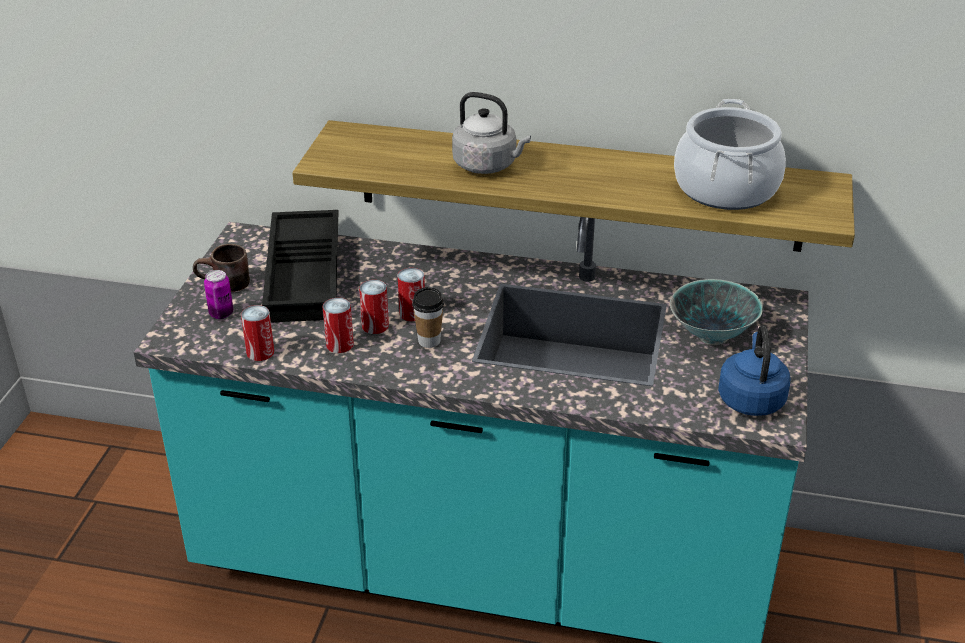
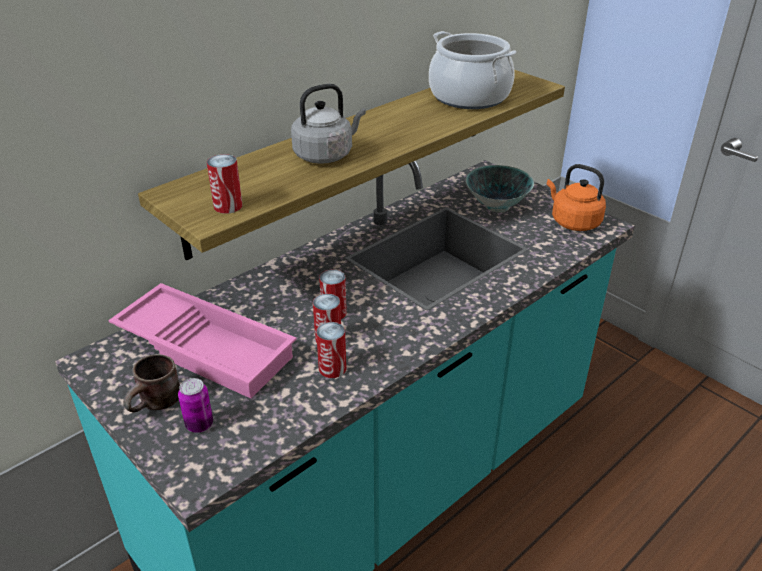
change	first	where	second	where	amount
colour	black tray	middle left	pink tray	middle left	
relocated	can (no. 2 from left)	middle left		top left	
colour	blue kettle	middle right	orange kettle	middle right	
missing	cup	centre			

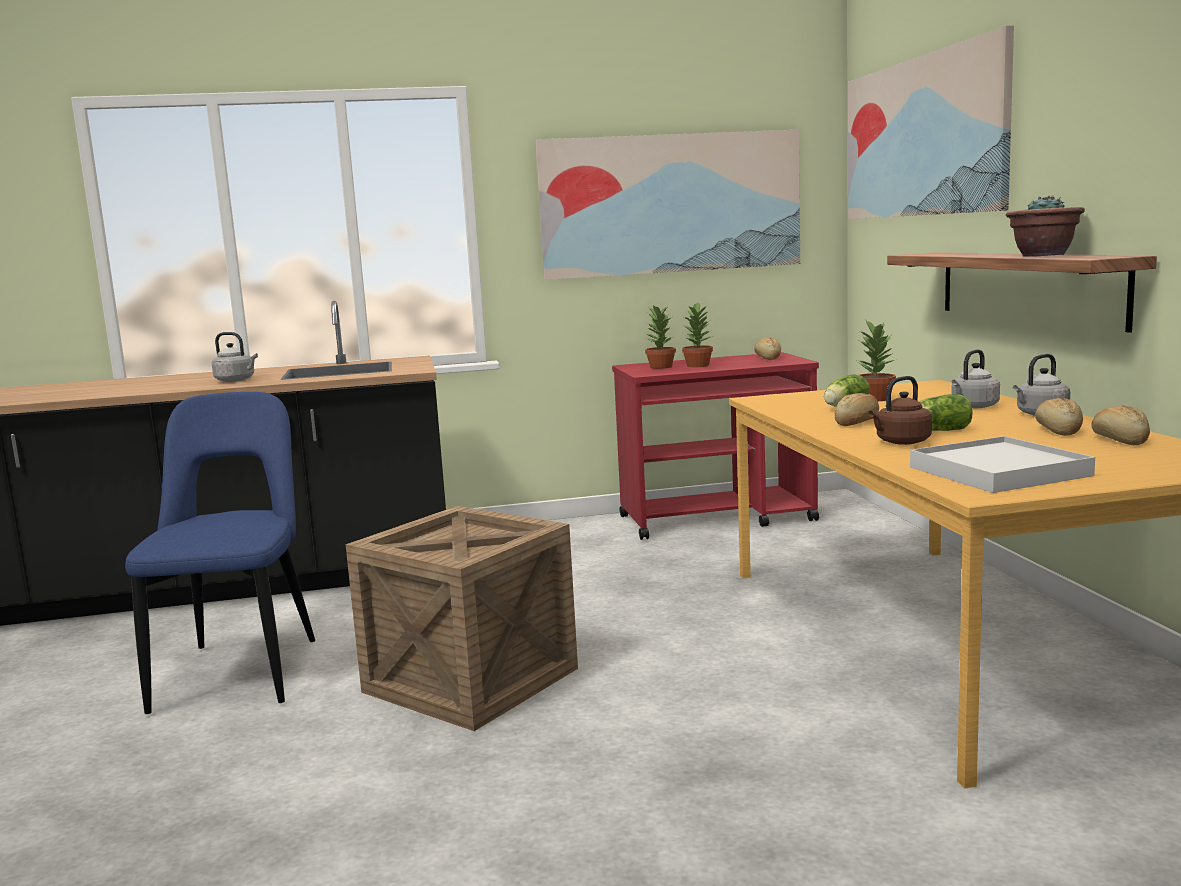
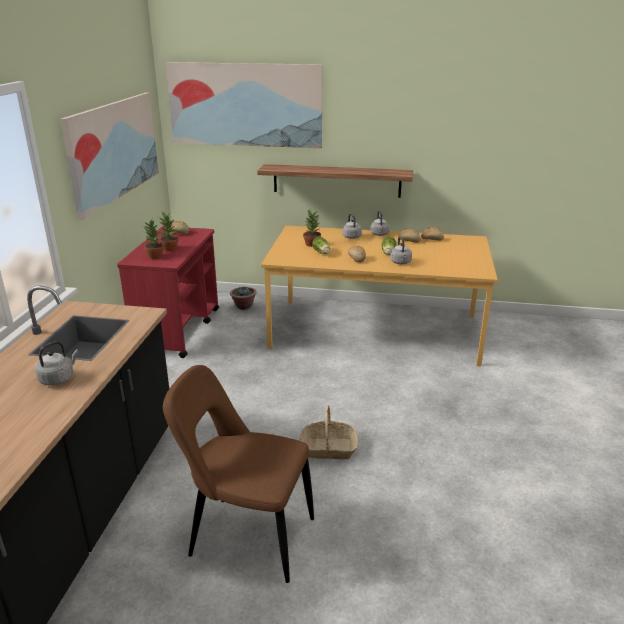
change	first	where	second	where	amount
colour	blue chair	middle left	brown chair	bottom centre	
relocated	potted plant (no. 4 from left in the first image)	top right	potted plant (no. 3 from left)	centre	
exchanged	crate	bottom centre	basket	bottom centre	
colour	brown kettle	middle right	grey kettle (no. 4 from left)	centre	
missing	white tray	middle right			

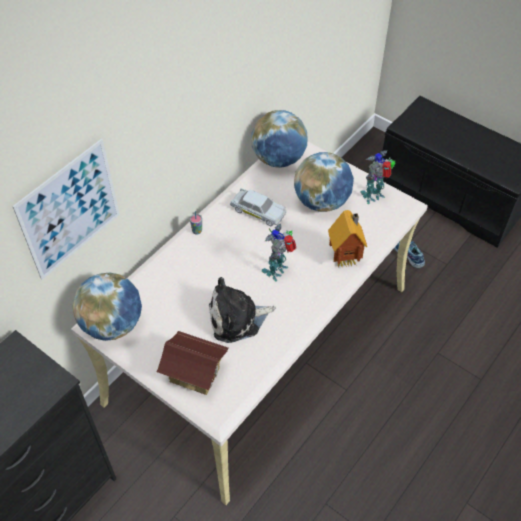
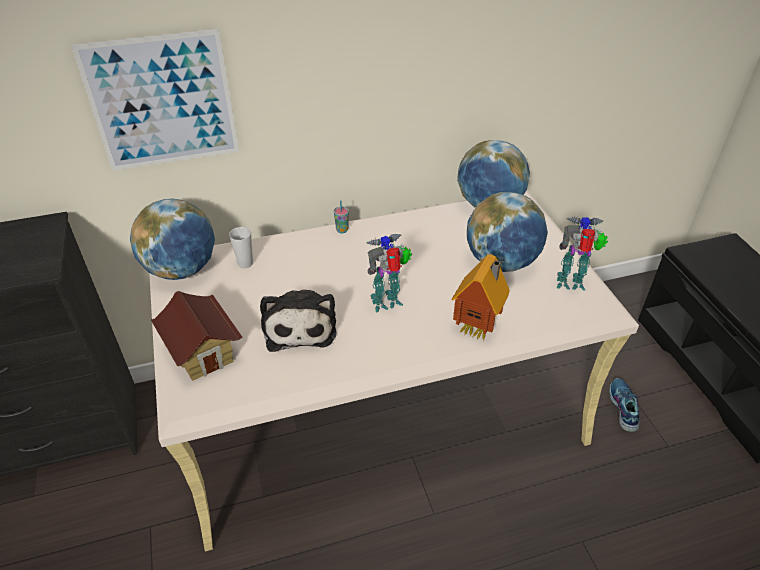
change	first	where	second	where	amount
appeared			cup (no. 1 from left)	middle left	
spun	plush toy	centre		centre	120 degrees counterclockwise
missing	white toy car	centre			

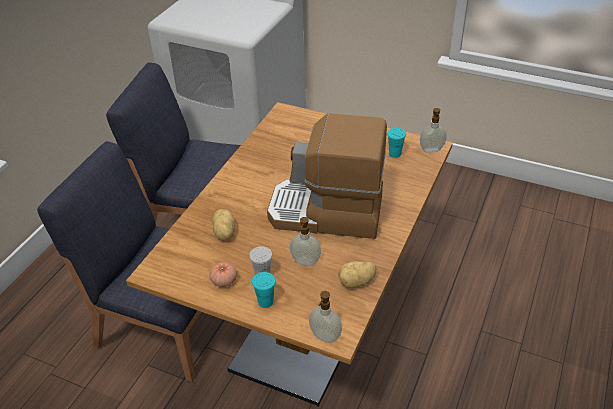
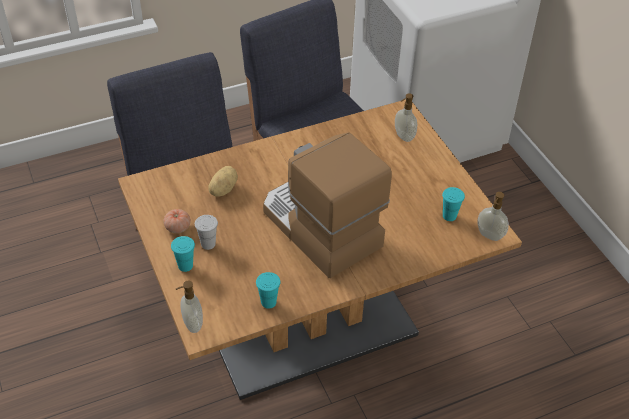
change	first	where	second	where	amount
exchanged	potato (no. 2 from left)	bottom centre	turquoise cup (no. 2 from left)	bottom centre	
relocated	soap dispenser (no. 1 from left in the first image)	centre	soap dispenser (no. 2 from left)	top centre	

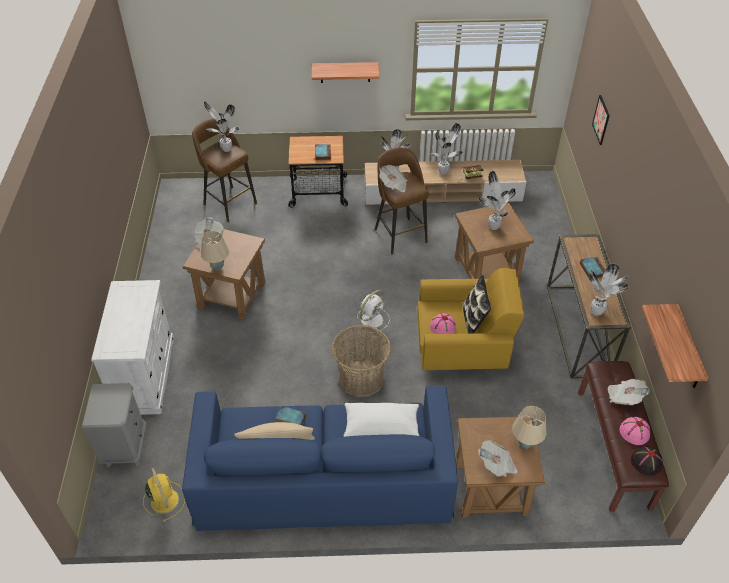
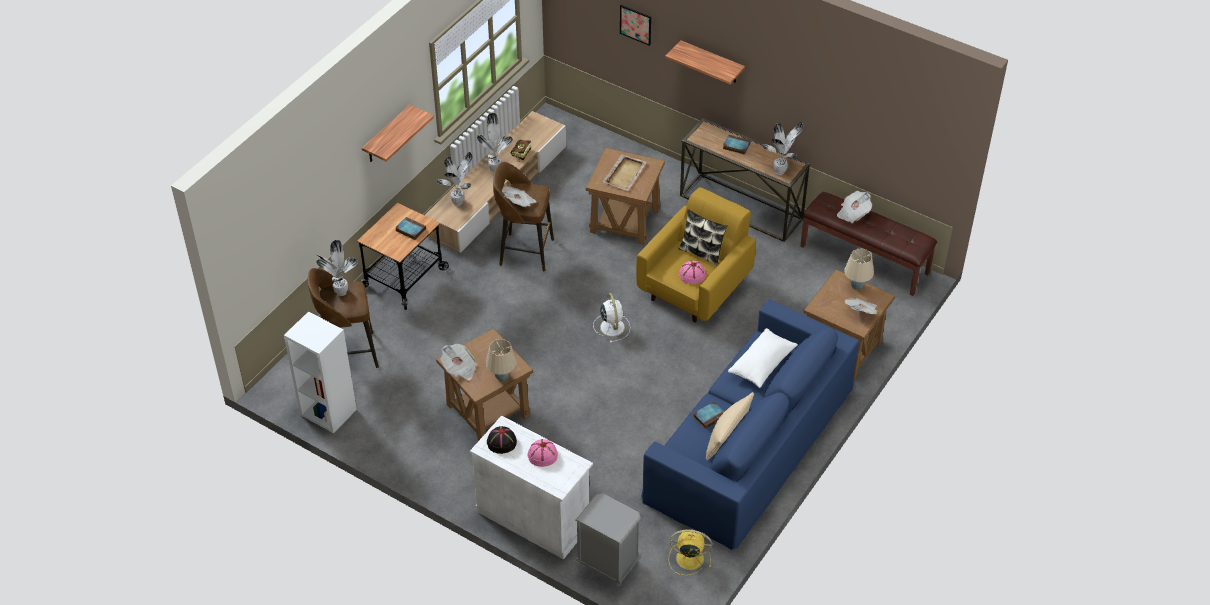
change	first	where	second	where	amount
appeared			white bookcase	middle left	
relocated	black hat	bottom right		bottom centre	
relocated	pink hat (no. 2 from left in the first image)	bottom right	pink hat (no. 1 from left)	bottom centre	
exchanged	potted plant (no. 4 from left)	middle right	beige tray	top centre	
relocated	shelf (no. 2 from left)	middle right		top centre	
missing	basket	centre			

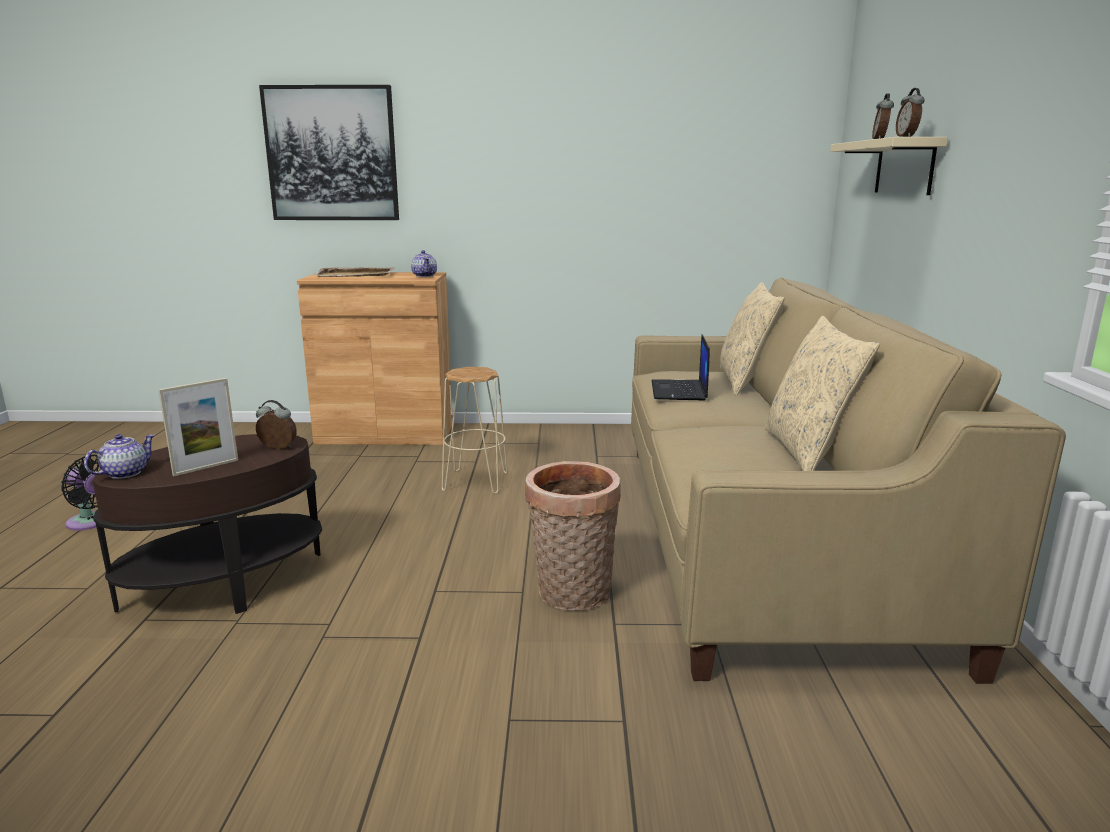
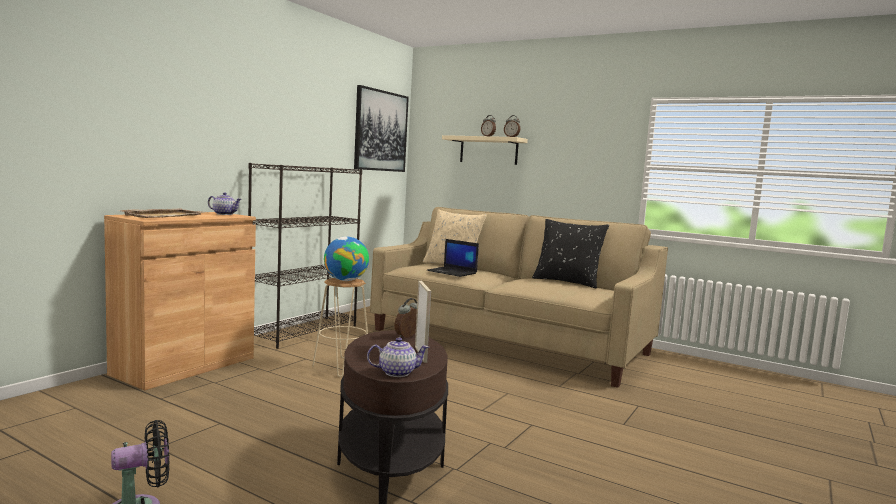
change	first	where	second	where	amount
appeared			black bookcase	centre	
appeared			globe	centre	
relocated	picture	top left		top centre	
spun	teapot (no. 1 from left in the first image)	middle left	teapot (no. 2 from left)	bottom centre	105 degrees clockwise
colour	beige pillow (no. 2 from left)	middle right	black pillow	centre	
missing	basket	centre			

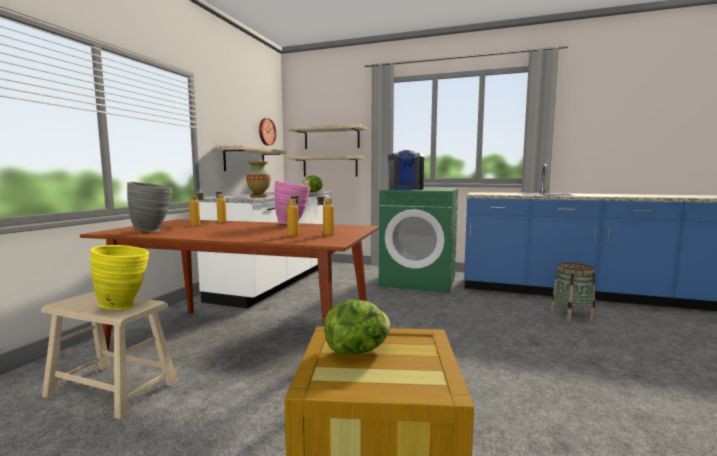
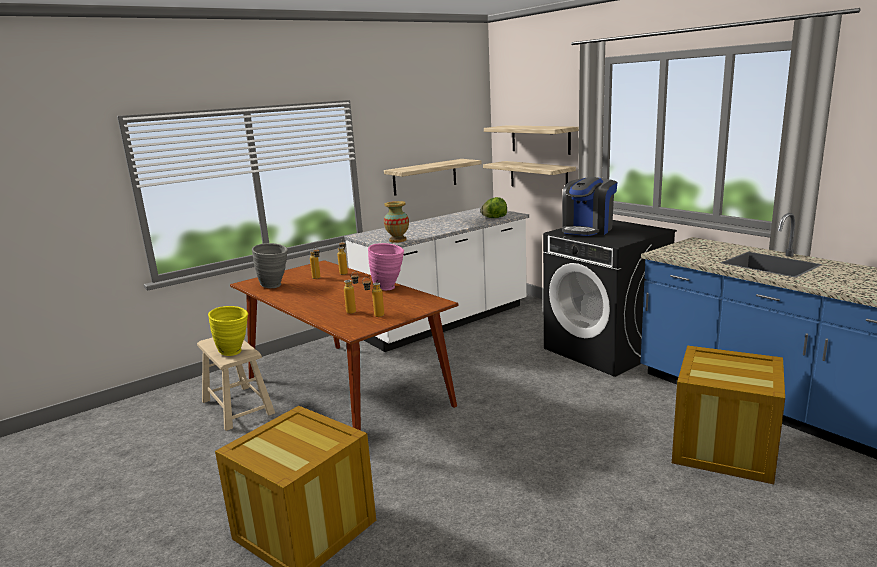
change	first	where	second	where	amount
colour	green washing machine	centre	black washing machine	middle right	
exchanged	basket	middle right	crate (no. 2 from left)	bottom right	
missing	wall clock	top centre			
missing	lettuce (no. 2 from left)	bottom centre			

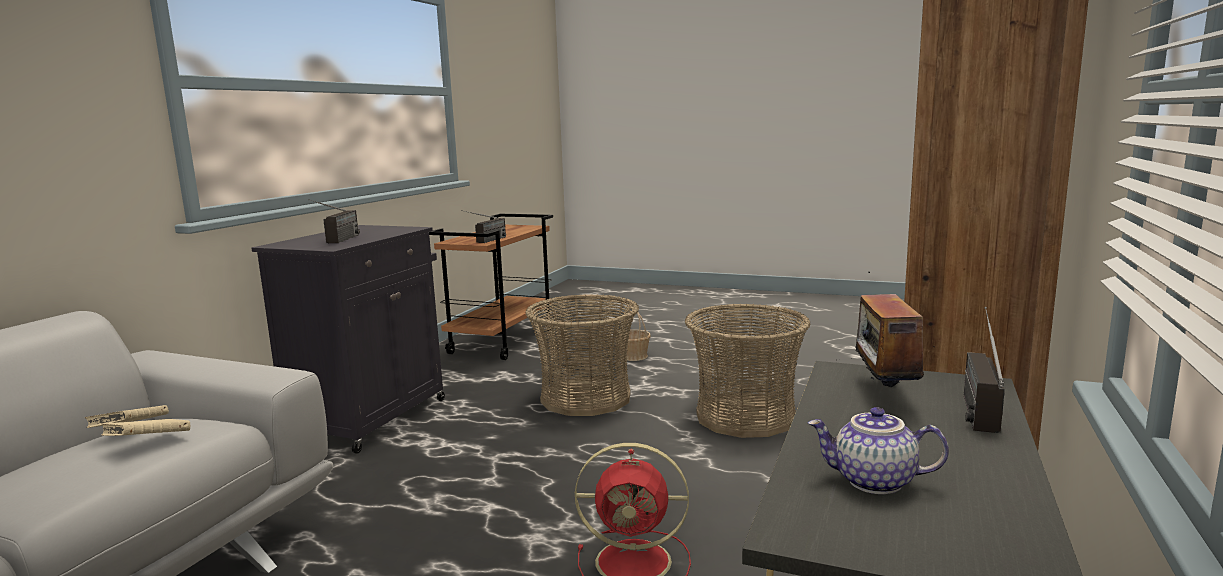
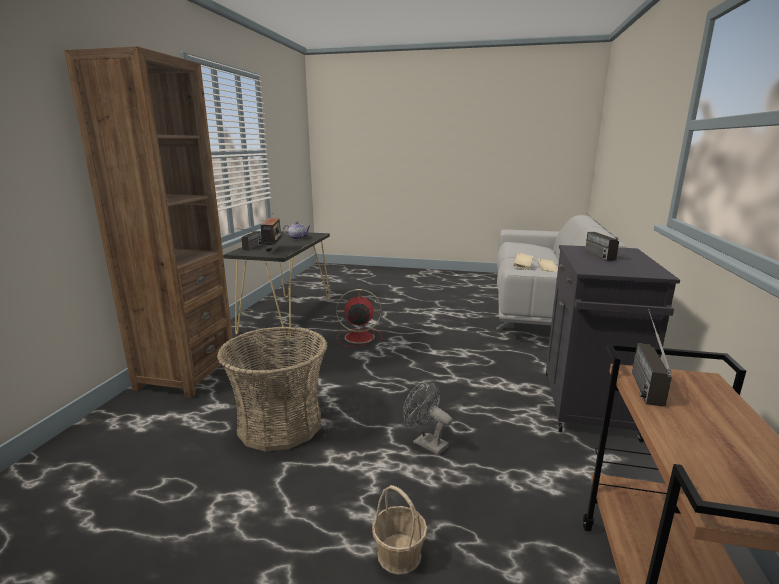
change	first	where	second	where	amount
exchanged	basket (no. 1 from left)	centre	grey fan	bottom centre	

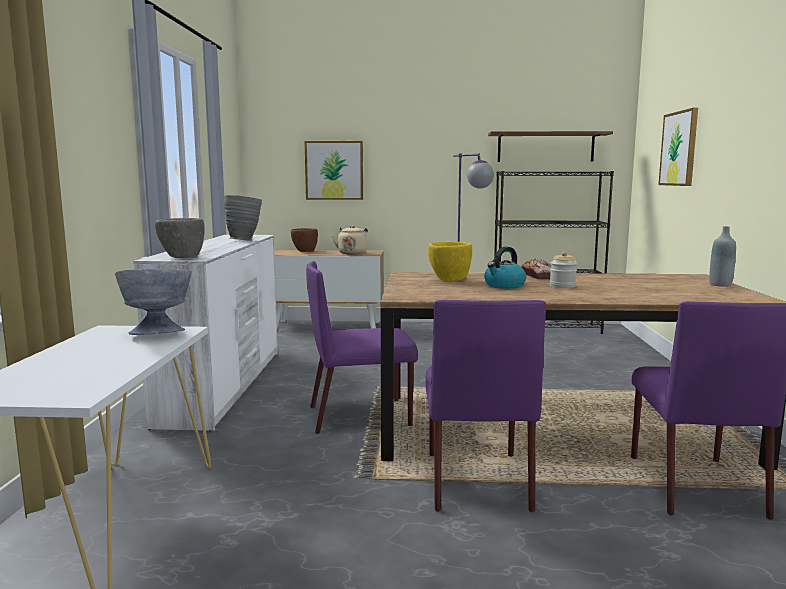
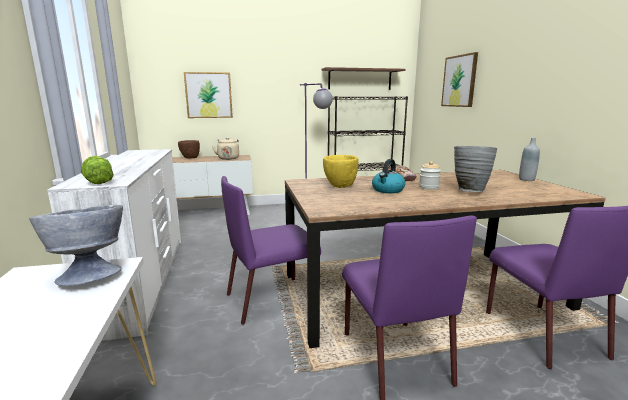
change	first	where	second	where	amount
exchanged	grey bowl (no. 2 from left)	middle left	lettuce	middle left	
relocated	grey vase	middle left		middle right	

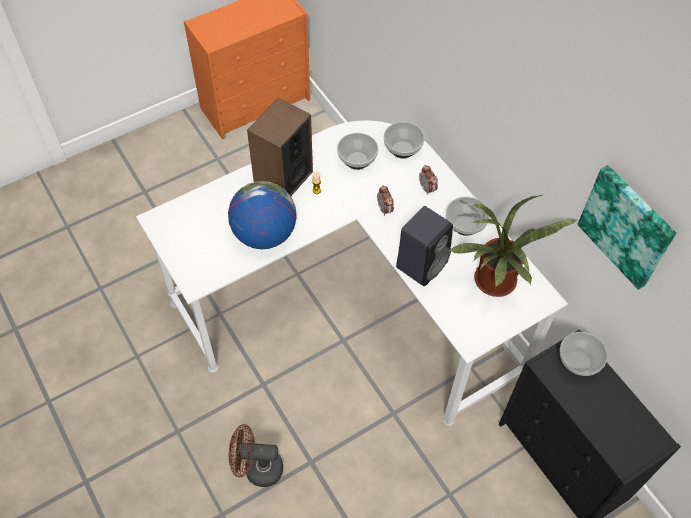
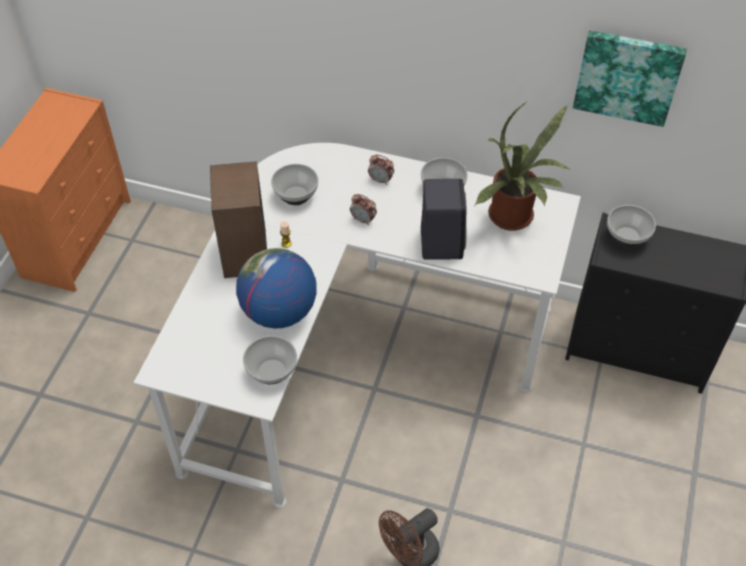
change	first	where	second	where	amount
relocated	bowl (no. 2 from left in the first image)	top centre	bowl (no. 1 from left)	centre	

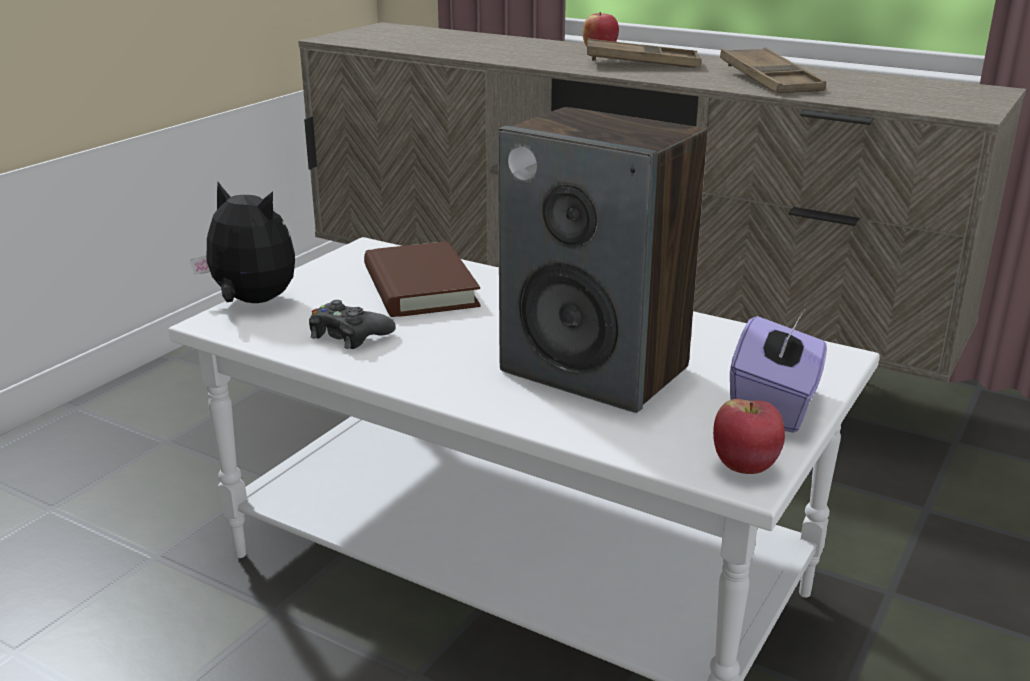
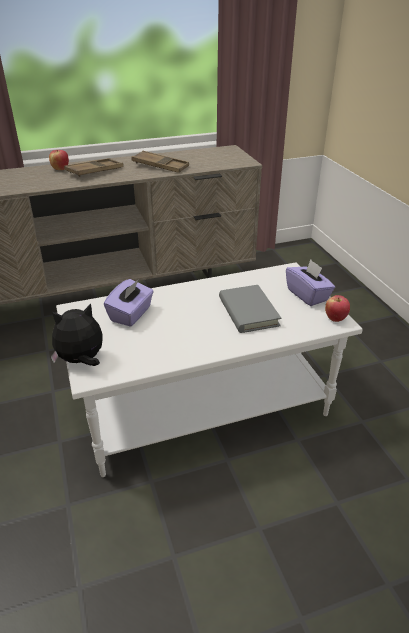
change	first	where	second	where	amount
exchanged	brown book	centre	purple tissue box (no. 1 from left)	middle left	
exchanged	speaker	centre	grey book	centre	
missing	black game controller	centre			

